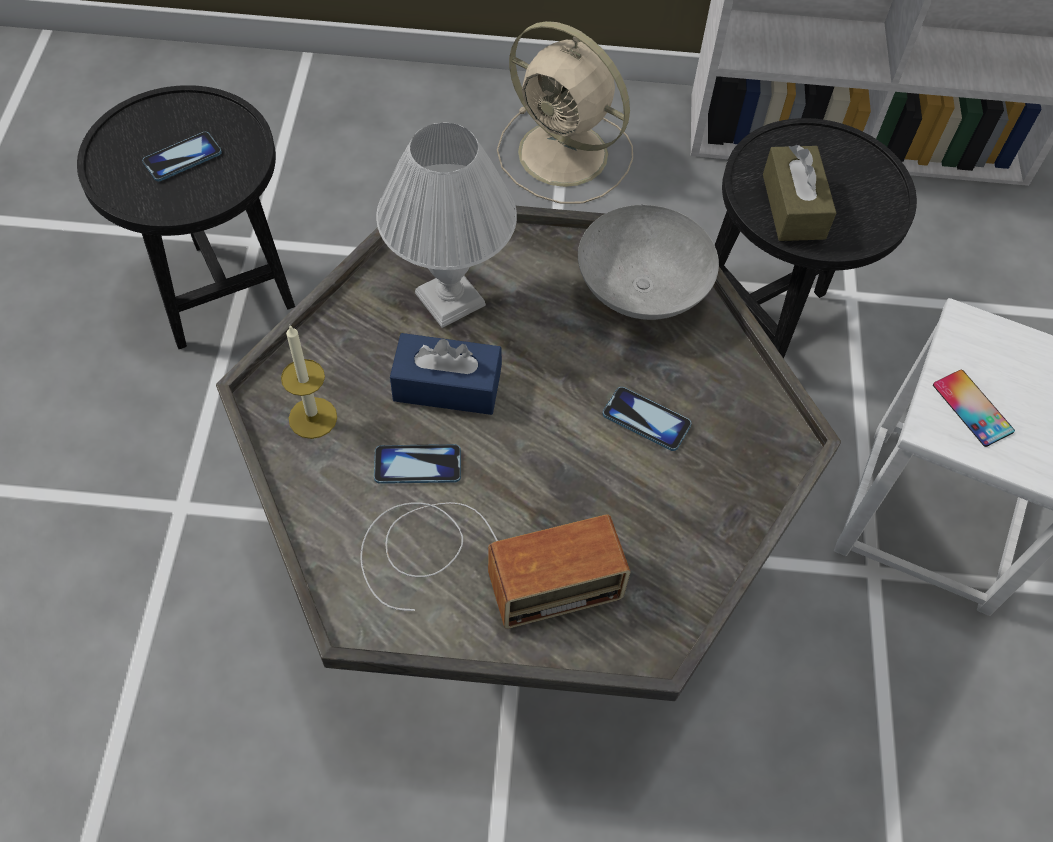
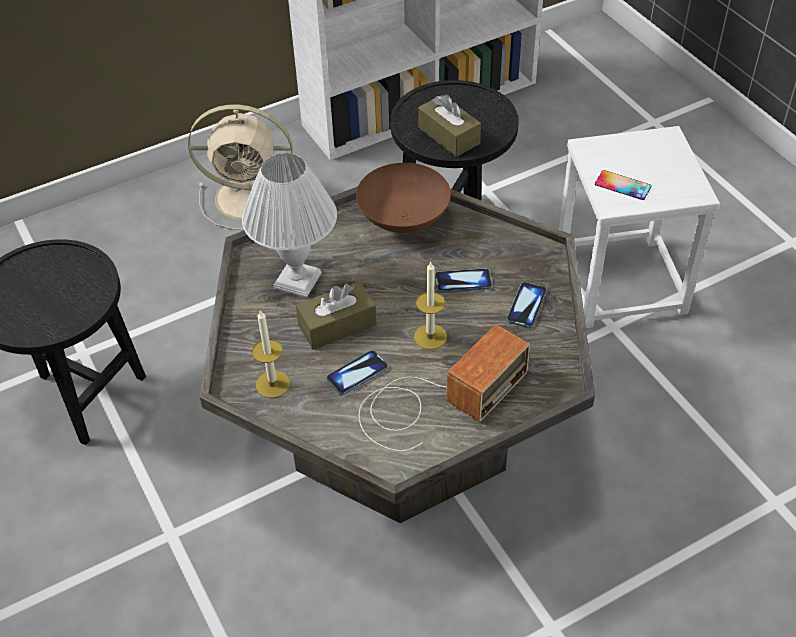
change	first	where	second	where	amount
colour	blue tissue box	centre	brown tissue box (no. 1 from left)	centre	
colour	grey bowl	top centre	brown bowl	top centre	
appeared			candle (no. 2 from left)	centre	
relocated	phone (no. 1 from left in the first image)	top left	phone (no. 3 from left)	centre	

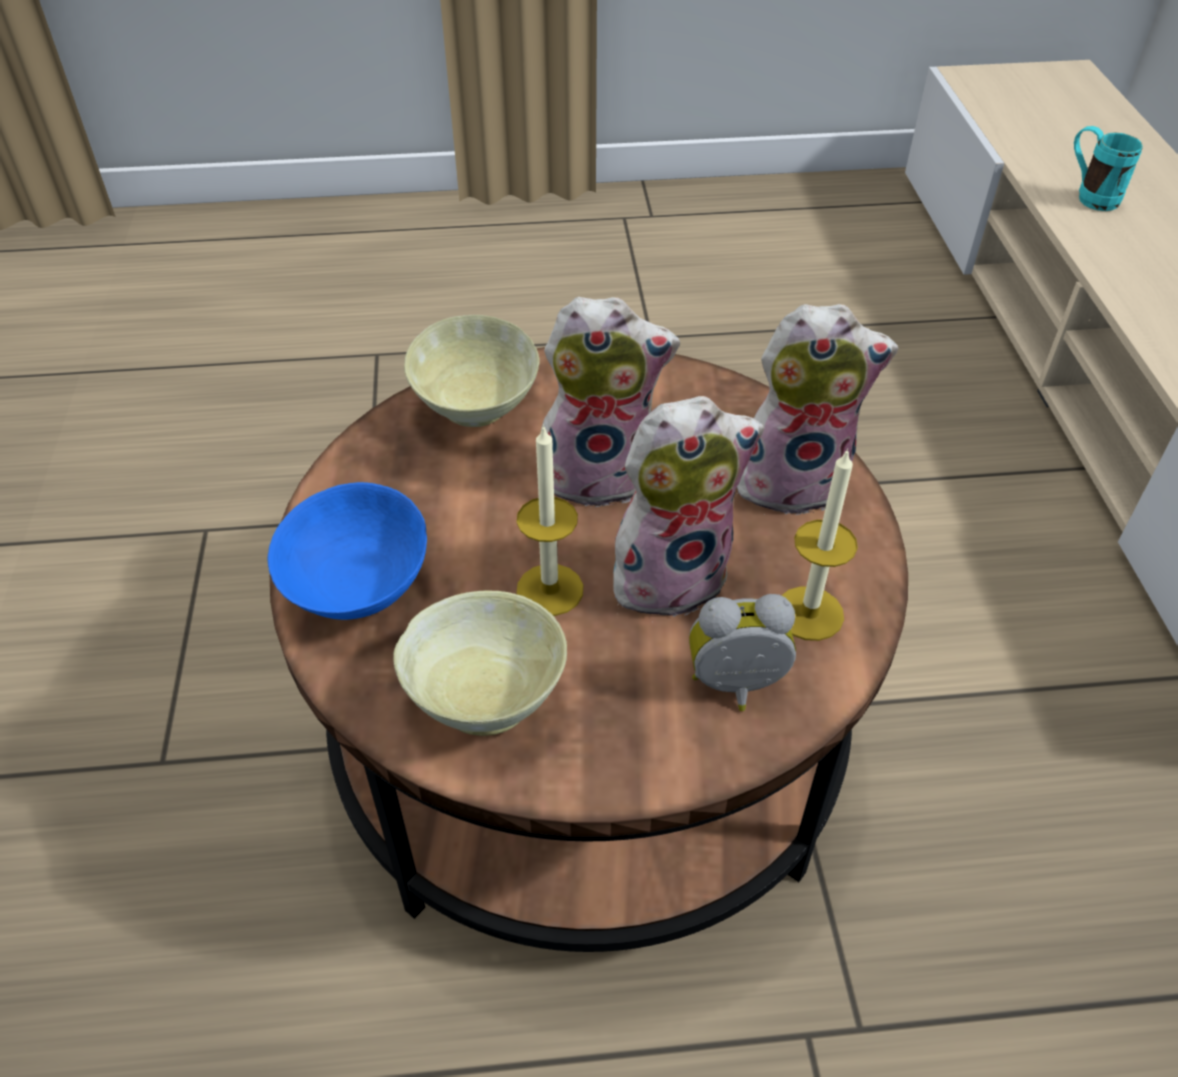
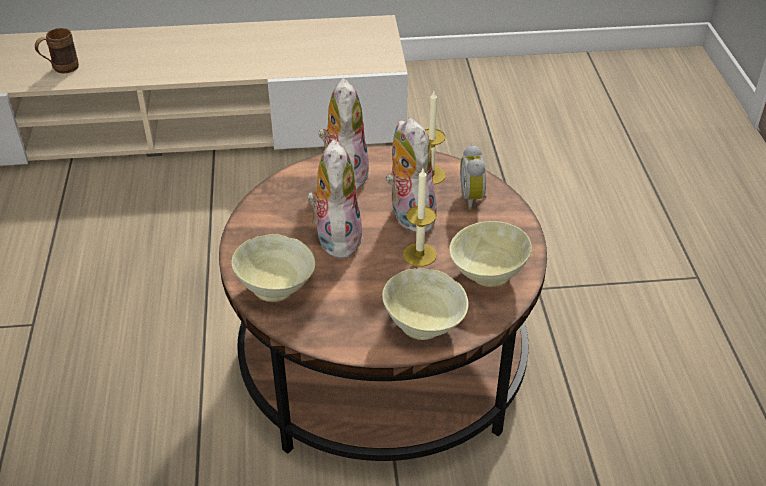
change	first	where	second	where	amount
colour	turquoise mug	top right	brown mug	top left	
colour	blue bowl	middle left	beige bowl (no. 2 from left)	centre	

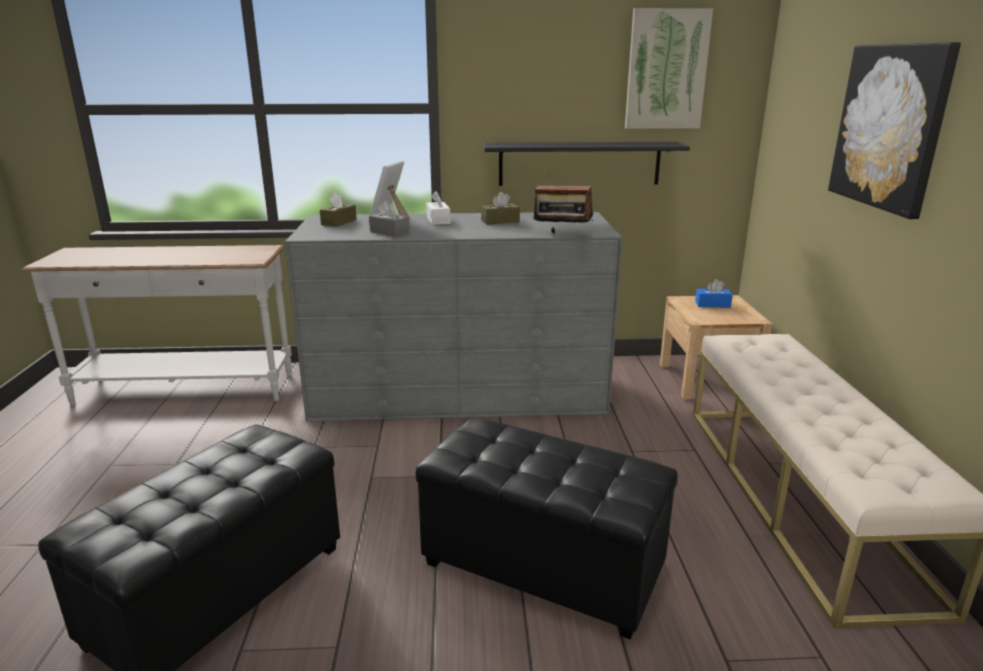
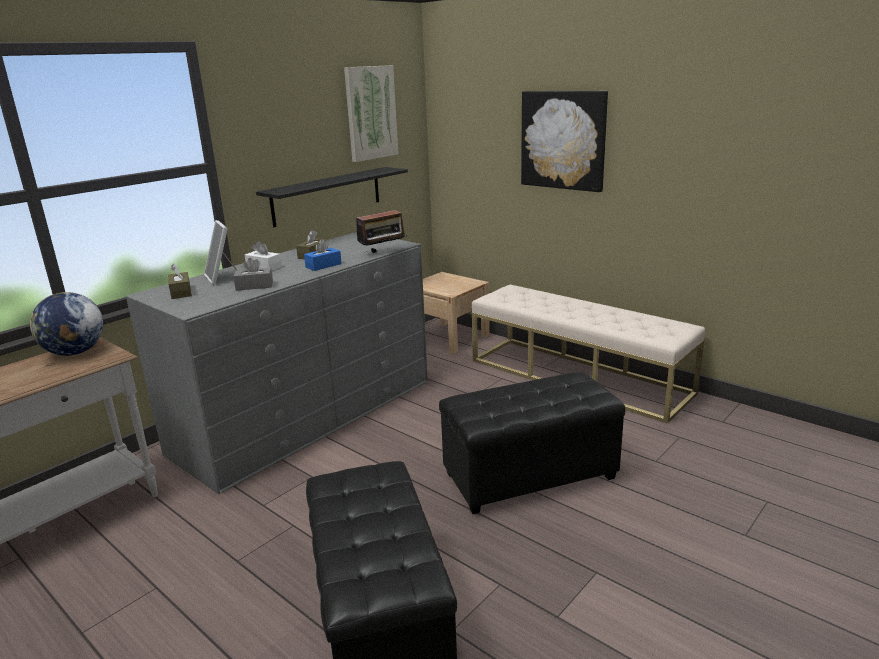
change	first	where	second	where	amount
appeared			globe	middle left	
relocated	blue tissue box	middle right		centre	

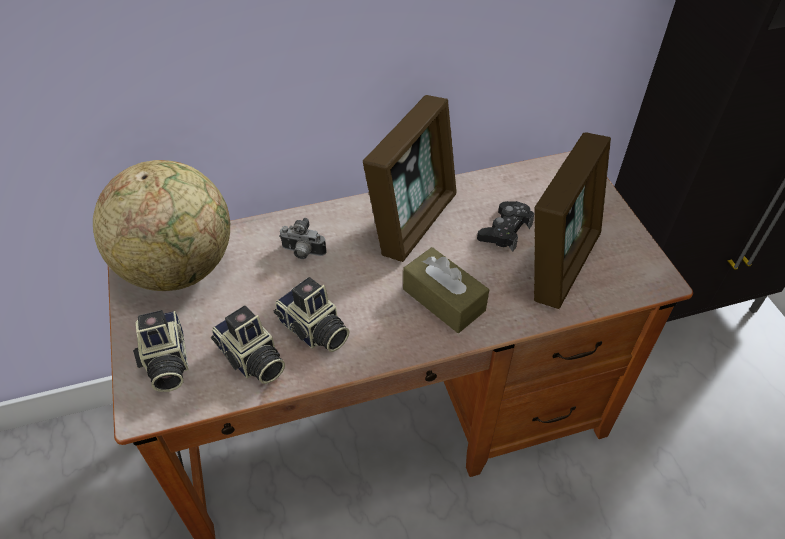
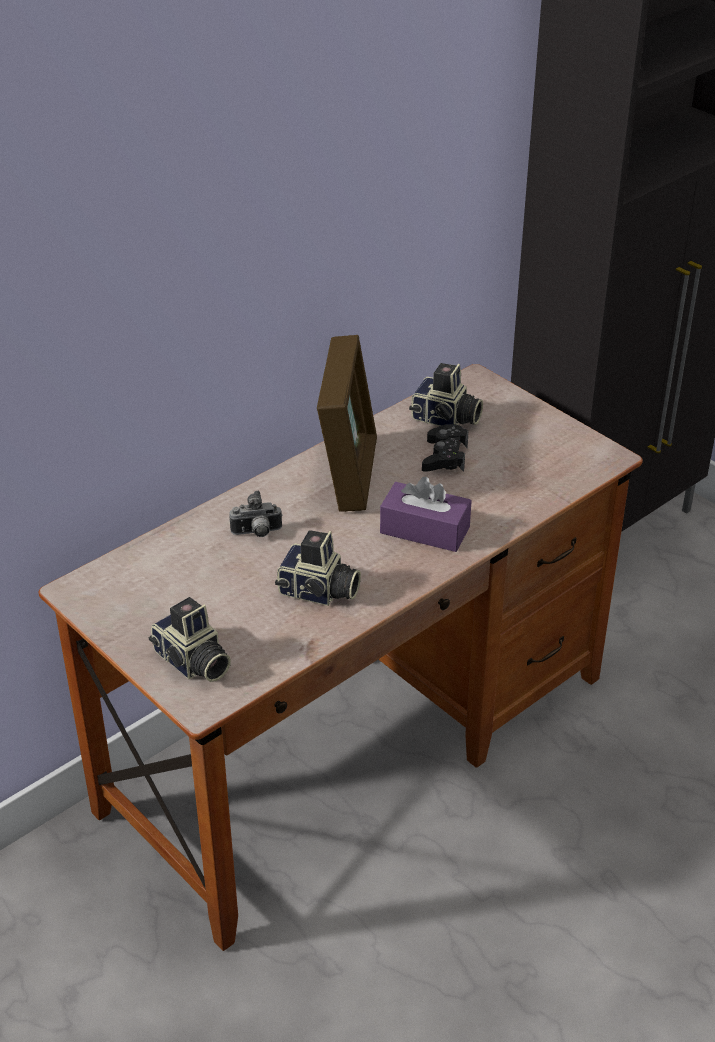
change	first	where	second	where	amount
colour	brown tissue box	centre	purple tissue box	centre	
relocated	photo camera (no. 2 from left in the first image)	middle left	photo camera (no. 4 from left)	centre	
missing	globe	middle left			
missing	picture frame (no. 2 from left)	middle right			

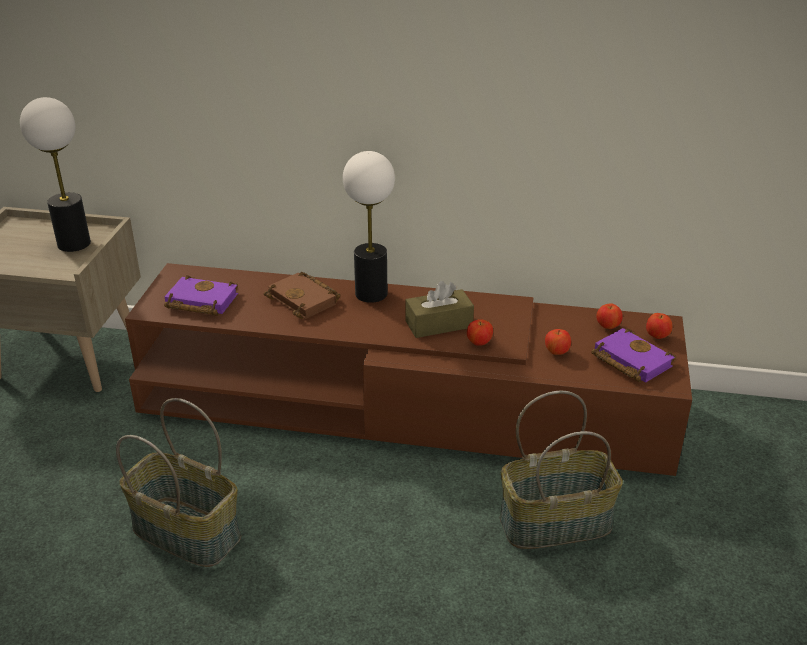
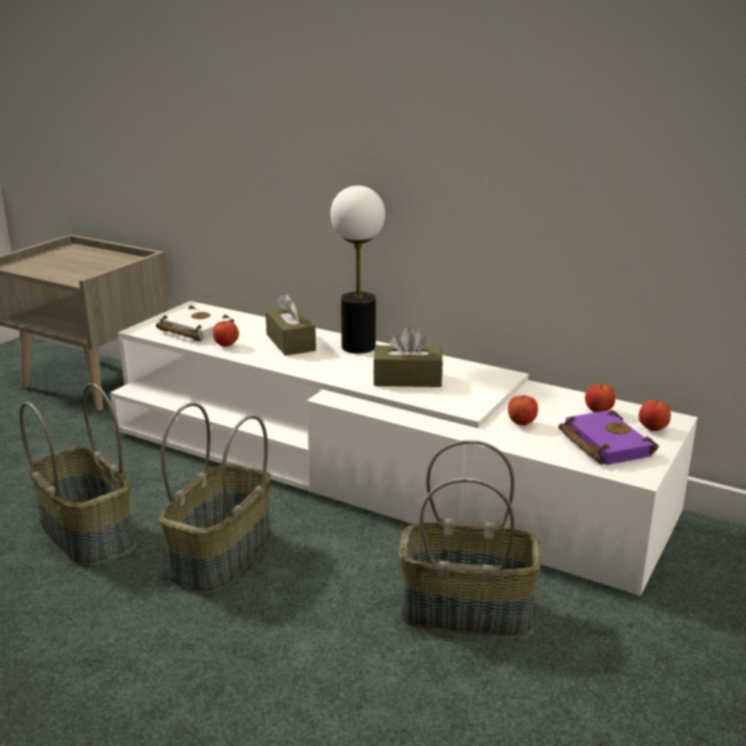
change	first	where	second	where	amount
colour	brown tv stand	centre	white tv stand	centre	
colour	purple book (no. 1 from left)	middle left	white book	middle left	
appeared			basket (no. 2 from left)	bottom left	
relocated	apple (no. 1 from left)	centre		middle left	
exchanged	brown book	centre	brown tissue box (no. 1 from left)	centre	
missing	table lamp (no. 1 from left)	top left			

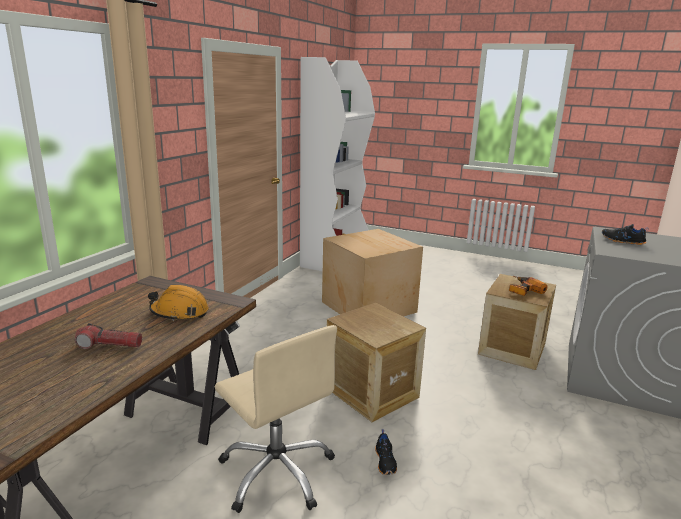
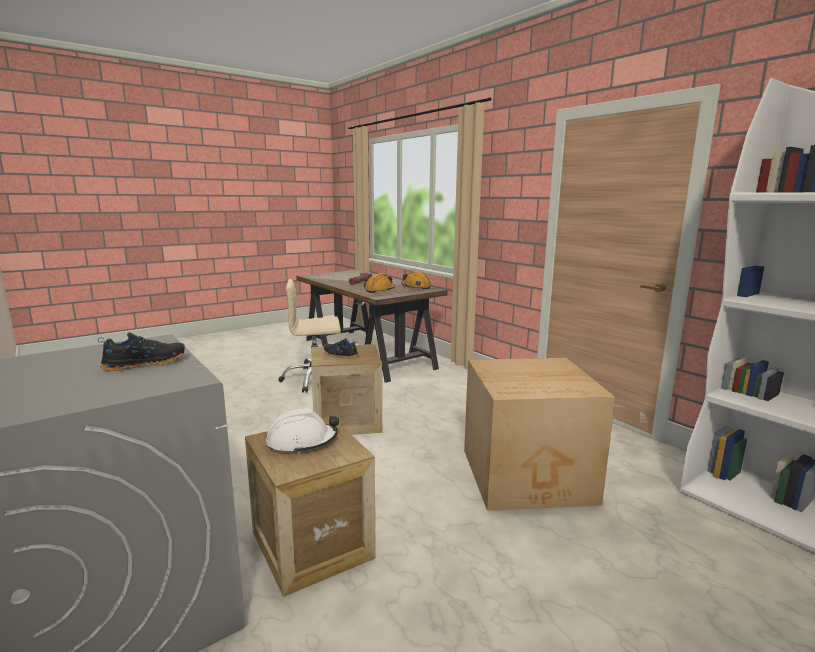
change	first	where	second	where	amount
exchanged	power drill	middle right	white hard hat	centre	
relocated	black shoe (no. 1 from left in the first image)	bottom centre	black shoe (no. 2 from left)	centre	
appeared			orange hard hat (no. 2 from left)	centre	

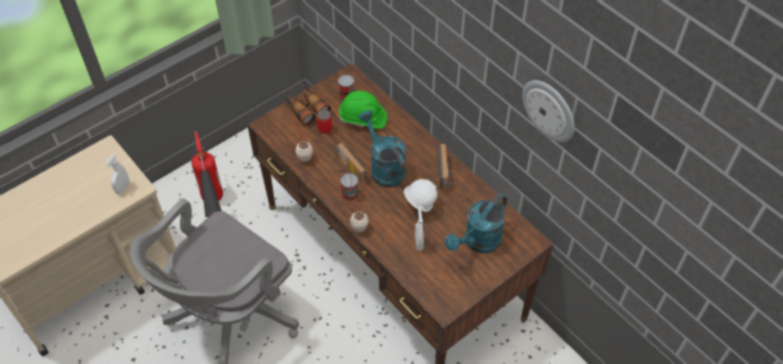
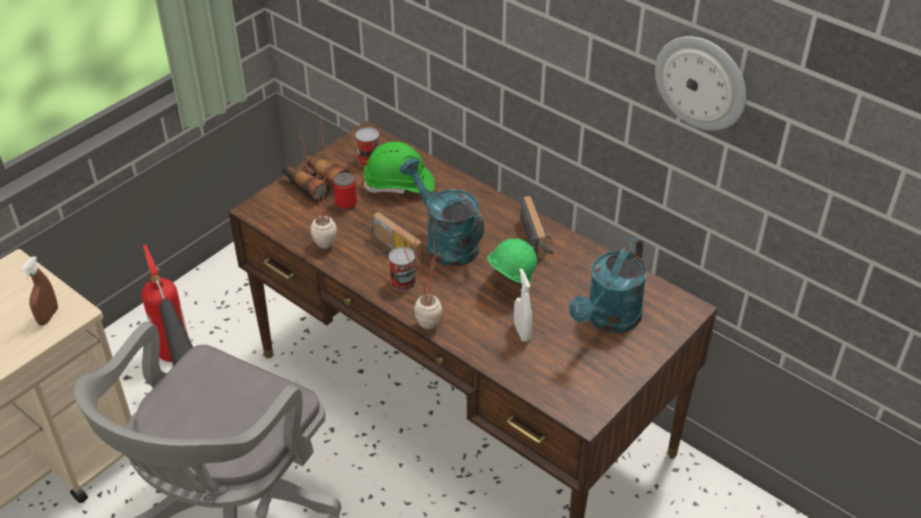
change	first	where	second	where	amount
colour	white spray bottle (no. 1 from left)	middle left	brown spray bottle	middle left	
colour	white hard hat	centre	green hard hat (no. 2 from left)	centre	

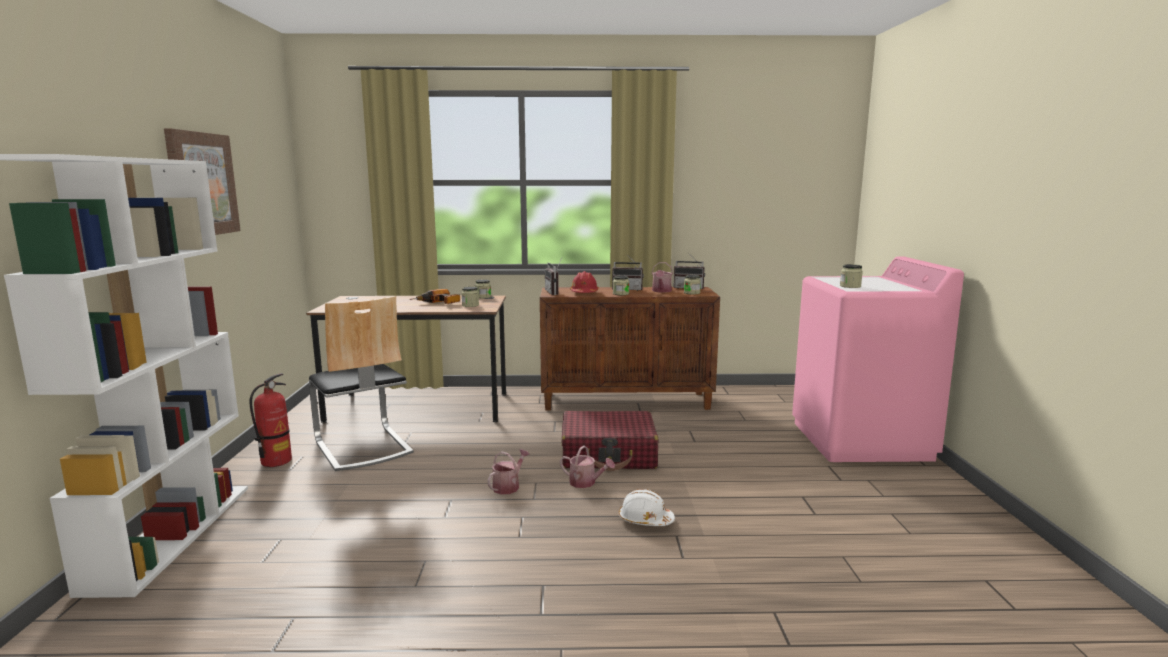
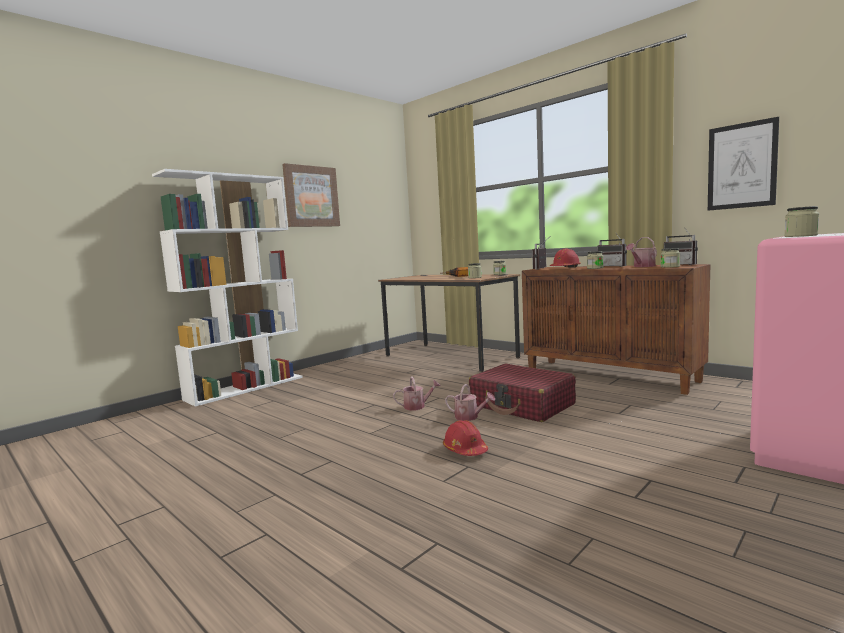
change	first	where	second	where	amount
colour	white hard hat	bottom centre	red hard hat (no. 1 from left)	bottom centre	
spun	watering can (no. 2 from left)	bottom centre		centre	45 degrees counterclockwise
appeared			picture (no. 2 from left)	top right	
missing	fire extinguisher	middle left			
missing	chair	middle left			

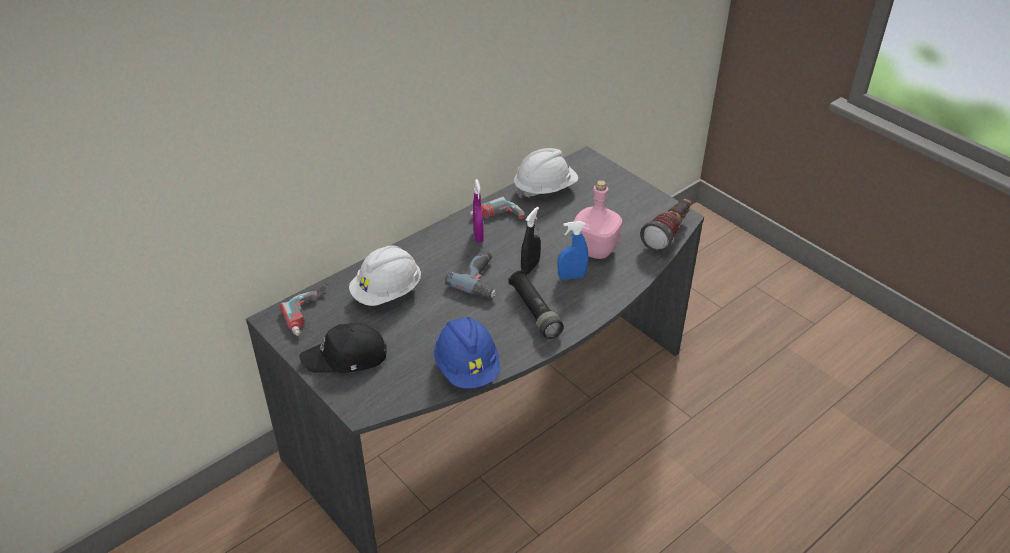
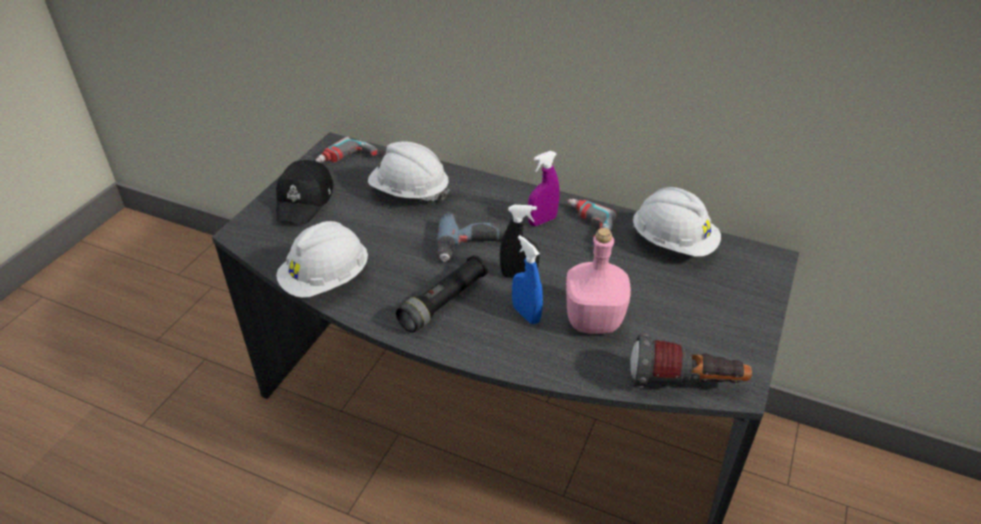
change	first	where	second	where	amount
spun	black cap	centre		middle left	135 degrees counterclockwise
colour	blue hard hat	centre	white hard hat (no. 1 from left)	middle left	

